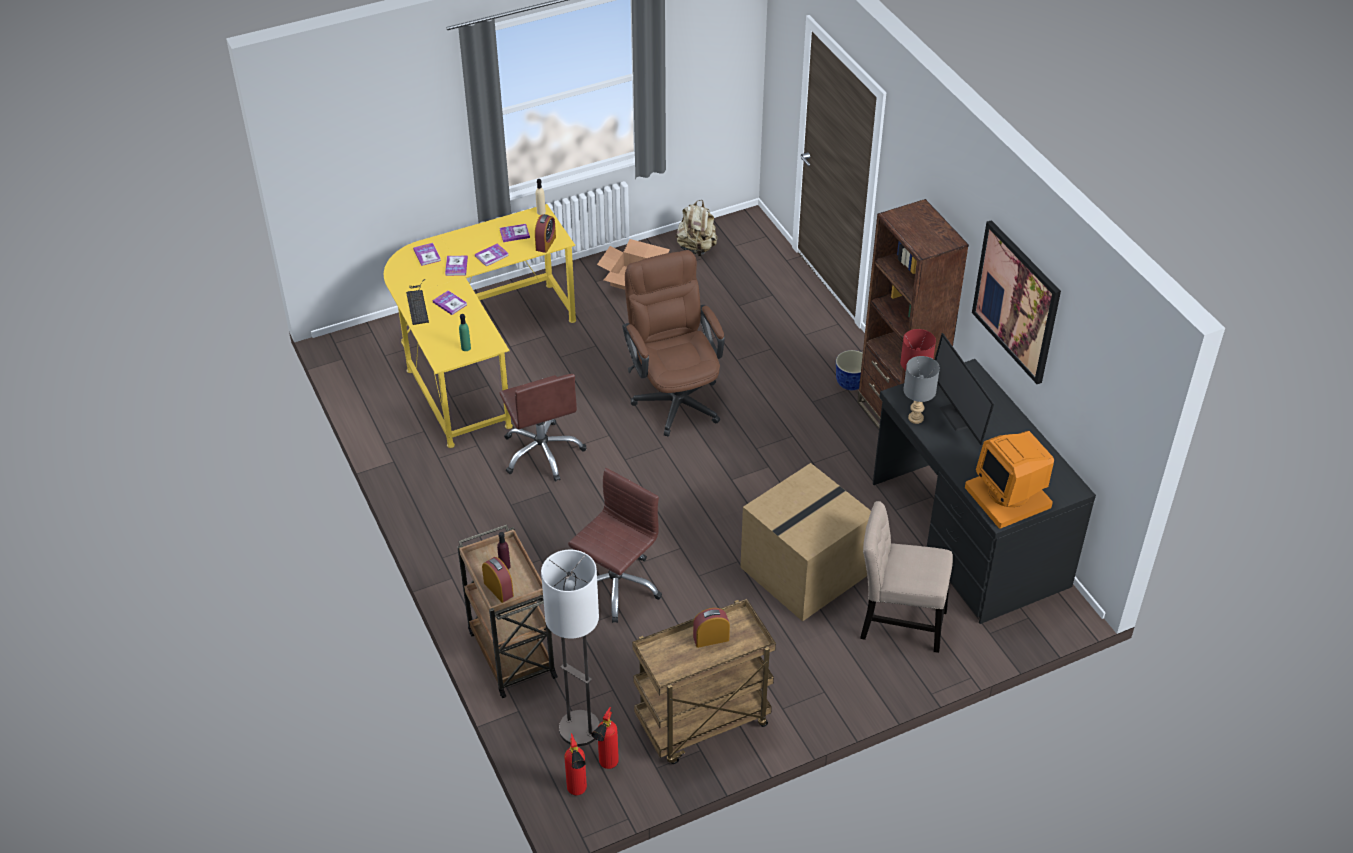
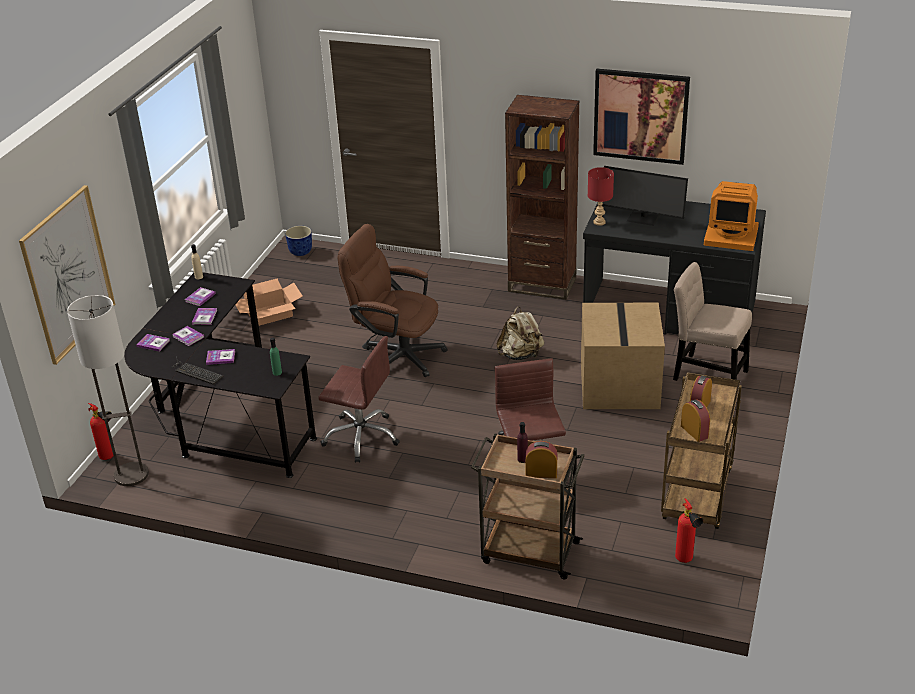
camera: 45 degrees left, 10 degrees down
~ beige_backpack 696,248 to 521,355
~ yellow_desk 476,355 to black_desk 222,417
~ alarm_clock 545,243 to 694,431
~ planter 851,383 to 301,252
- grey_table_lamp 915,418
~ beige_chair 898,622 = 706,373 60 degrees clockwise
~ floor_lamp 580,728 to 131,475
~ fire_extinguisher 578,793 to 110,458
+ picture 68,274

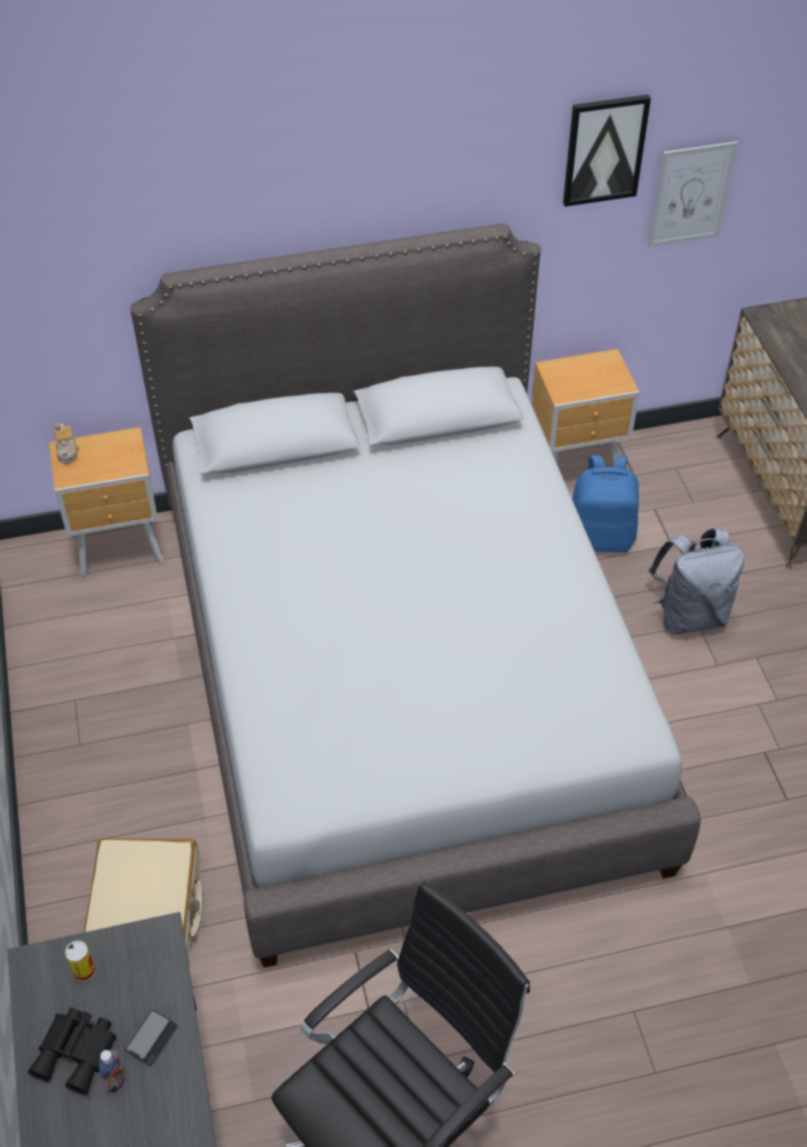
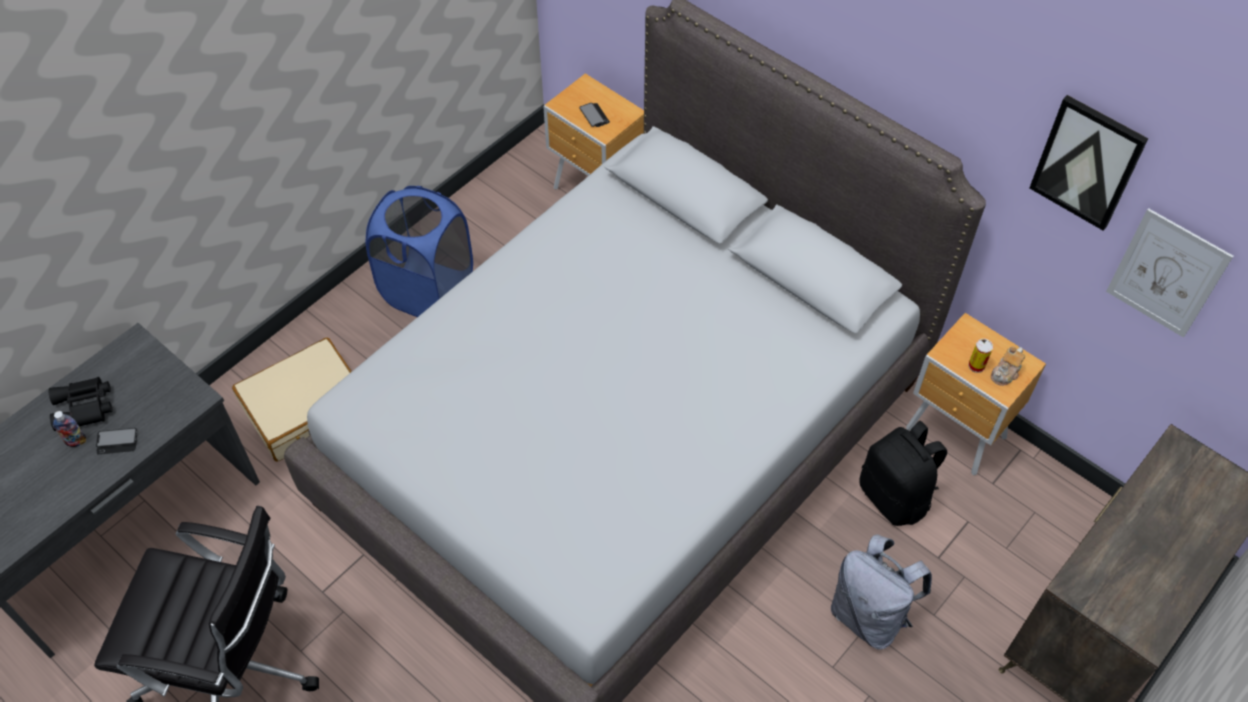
camera: 55 degrees right, 5 degrees up
~ teapot 67,452 to 1005,373
~ blue_backpack 600,537 to black_backpack 895,496
~ can 84,971 to 976,366
+ phone 594,115
+ blue_laundry_basket 428,291

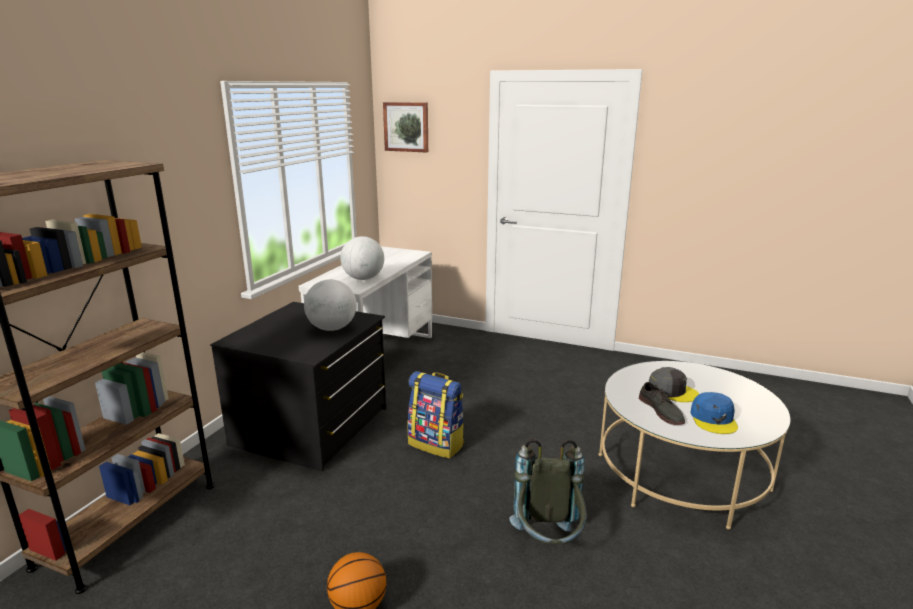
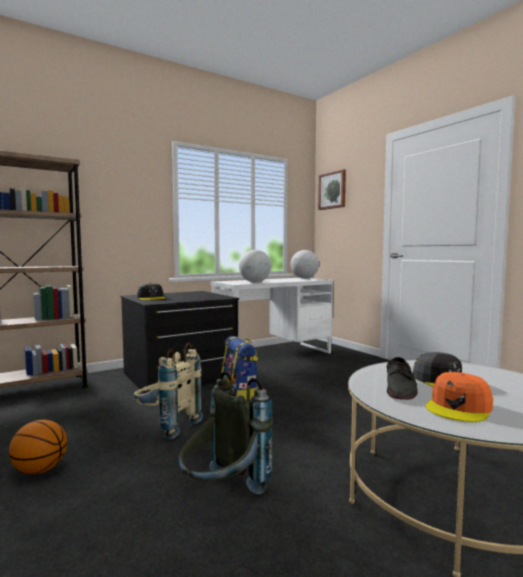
camera: 35 degrees right, 15 degrees down
~ globe 332,328 to 304,278
~ blue_cap 713,419 to orange_cap 459,407
+ grey_cap 151,298
+ beige_backpack 166,426

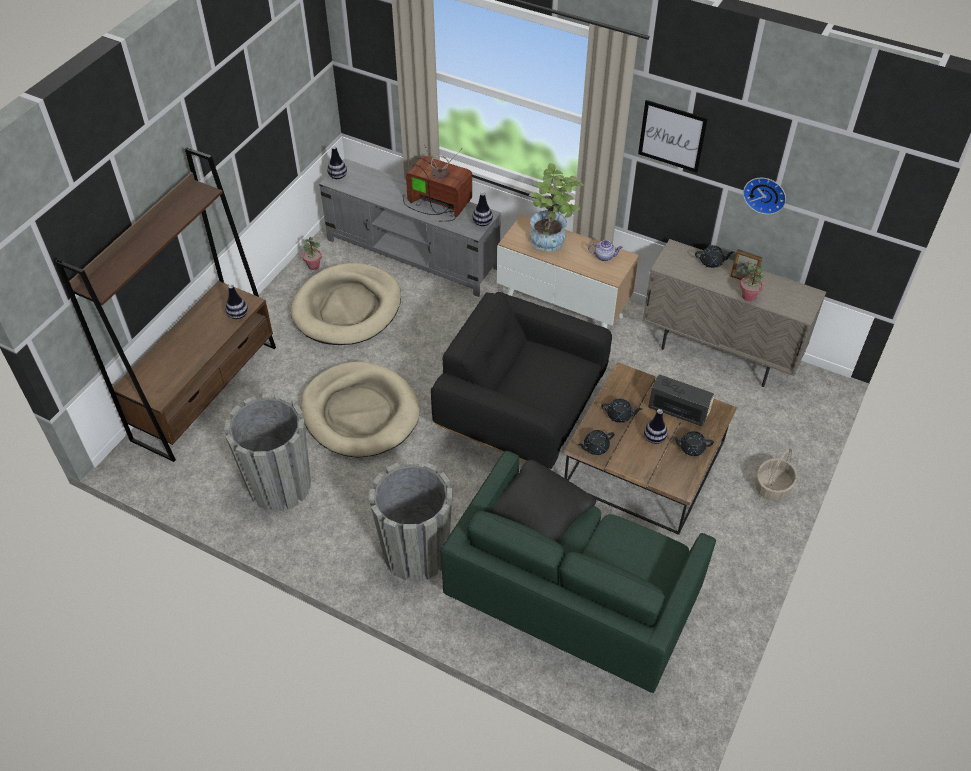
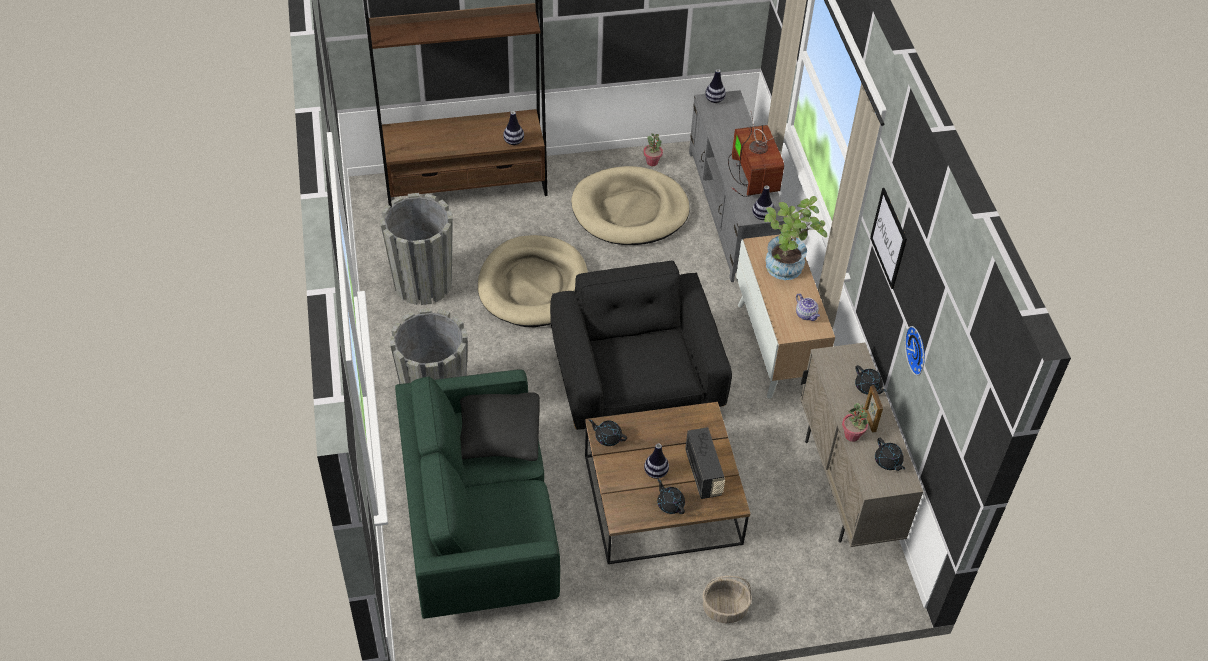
camera: 50 degrees right, 0 degrees up
~ black_teapot 620,415 to 888,462

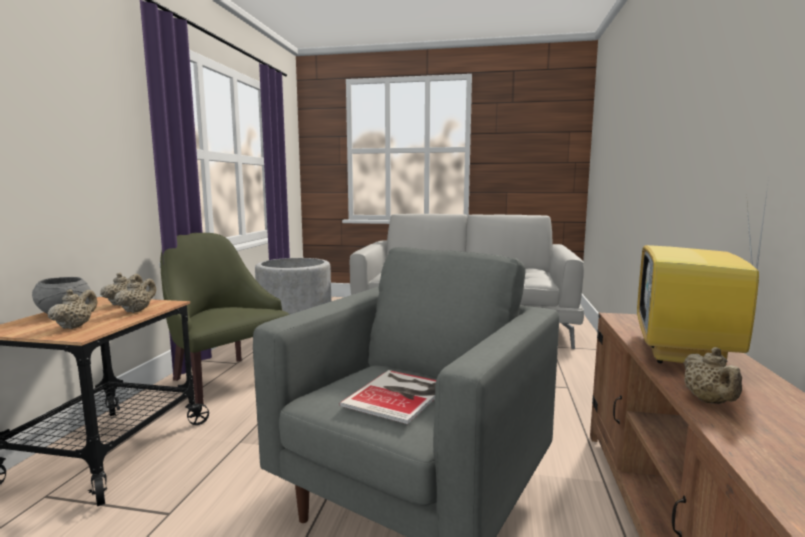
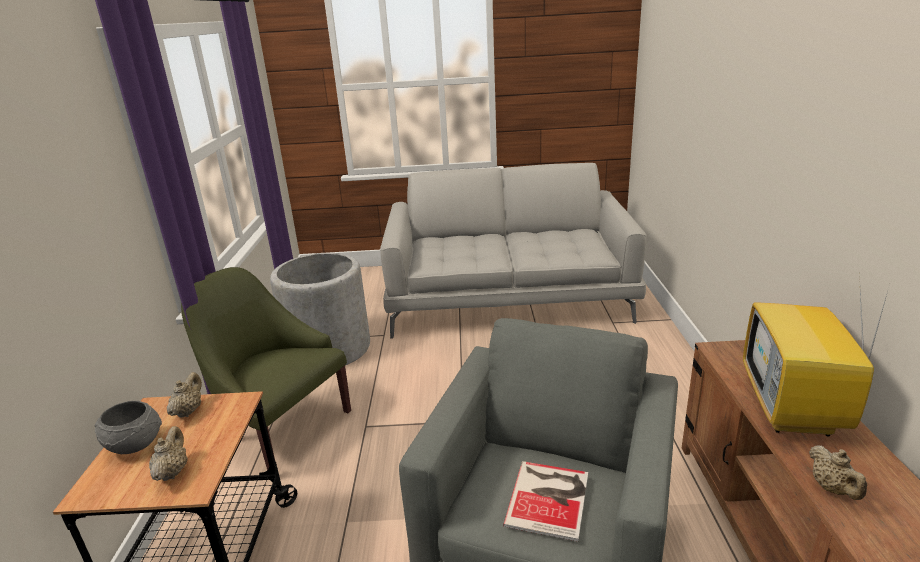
camera: 10 degrees left, 15 degrees up
- beige_teapot 137,310

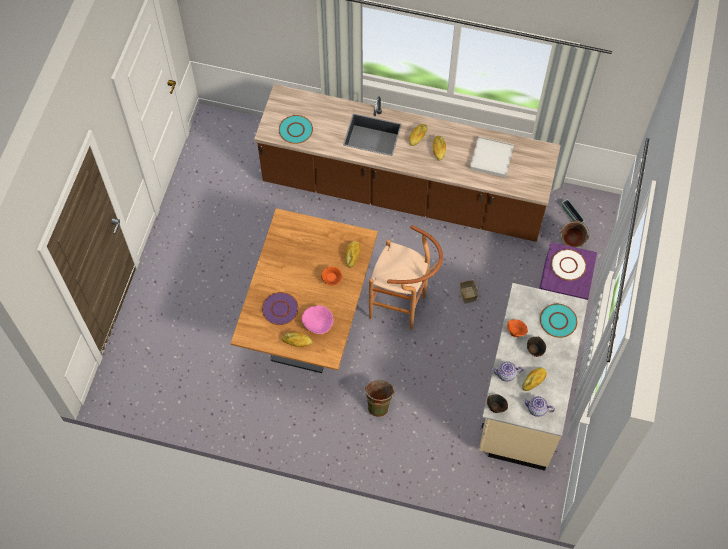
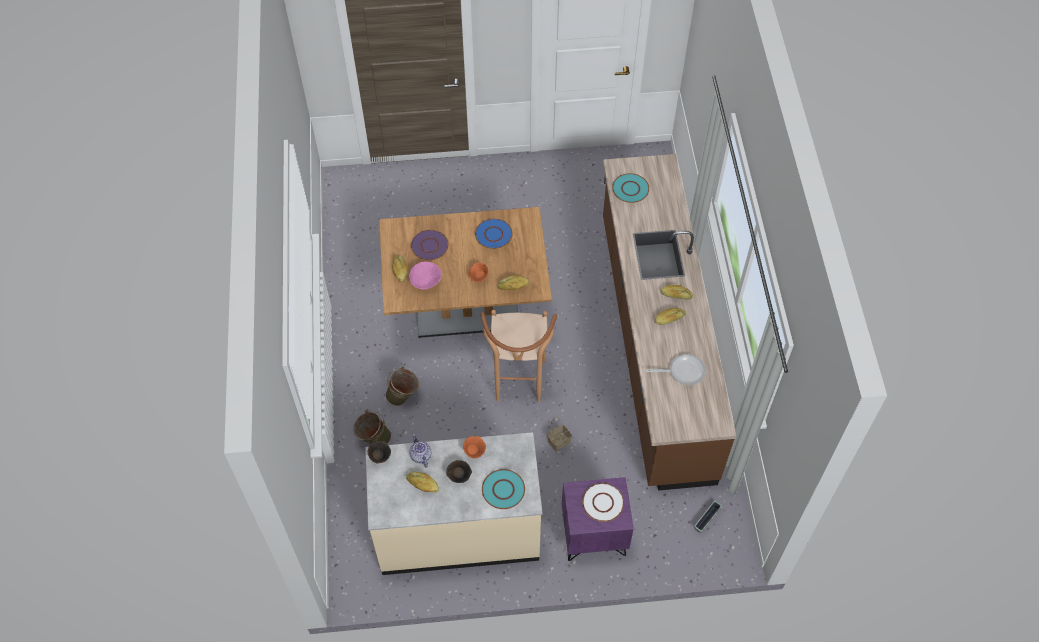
camera: 70 degrees right, 5 degrees down
~ white_tray 491,158 to frying_pan 683,371
~ green_bucket 570,245 to 373,439
- teapot 537,409
+ blue_plate 493,234

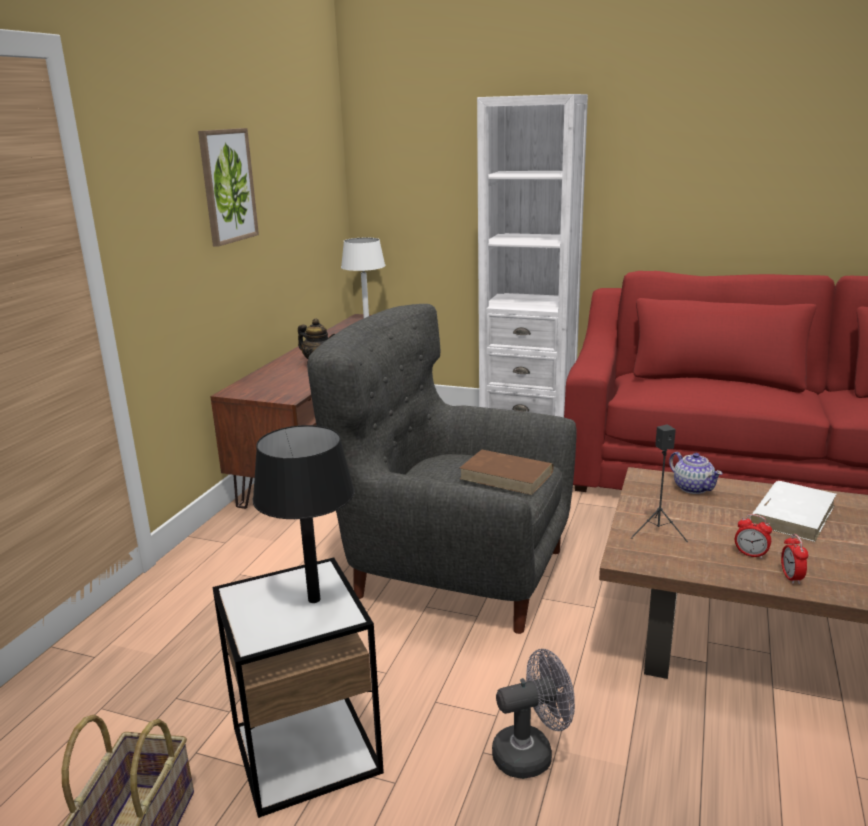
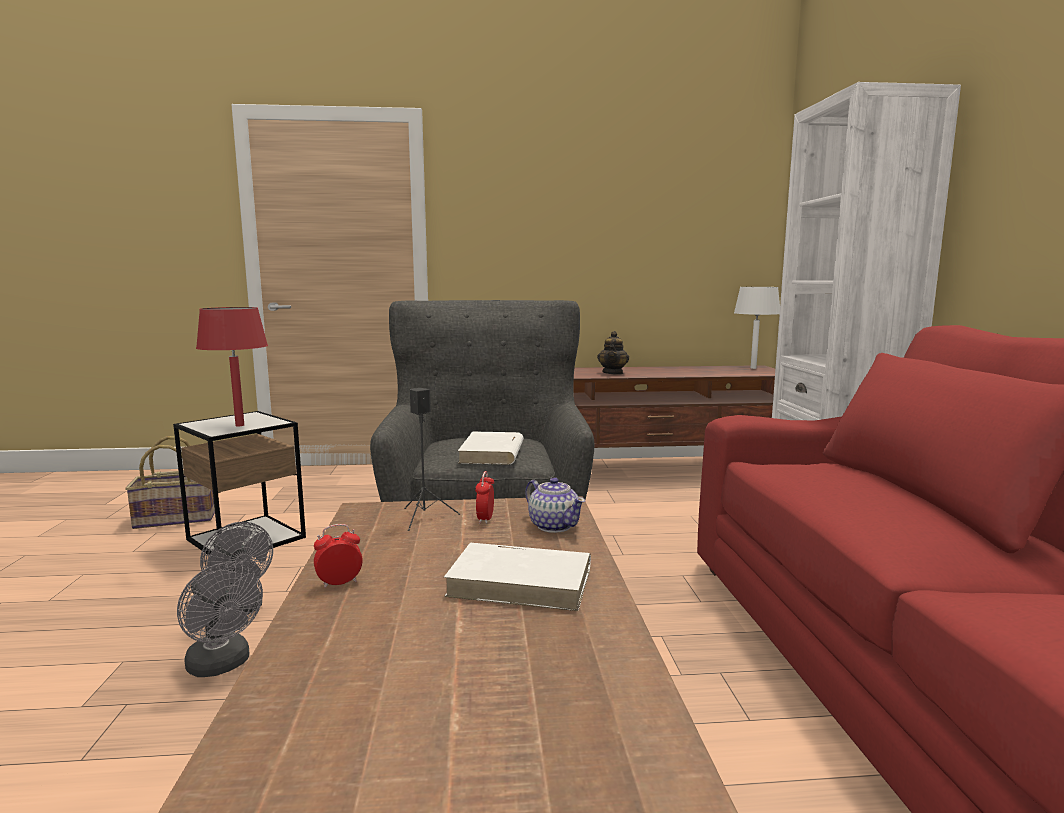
camera: 65 degrees right, 10 degrees down
- picture 227,186
~ black_table_lamp 314,600 to red_table_lamp 239,425
~ brown_book 507,476 to white_book 492,453
~ teapot 693,487 = 554,525 75 degrees counterclockwise
~ alarm_clock 750,554 to 485,519
+ grey_fan 222,665

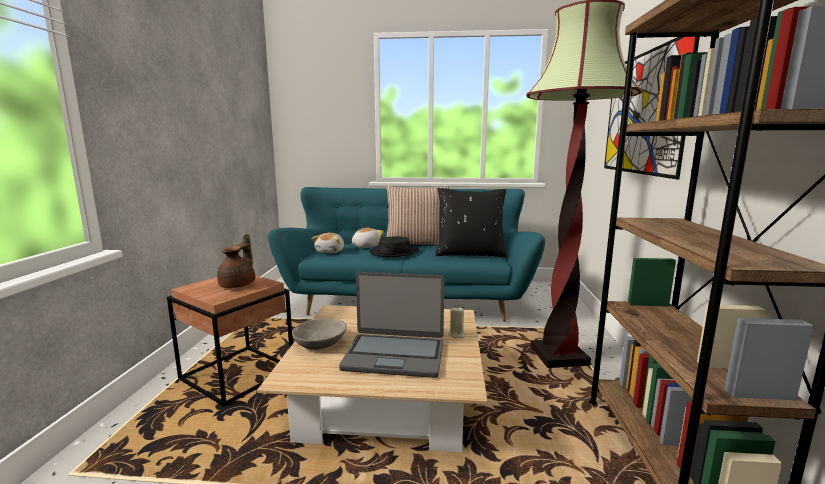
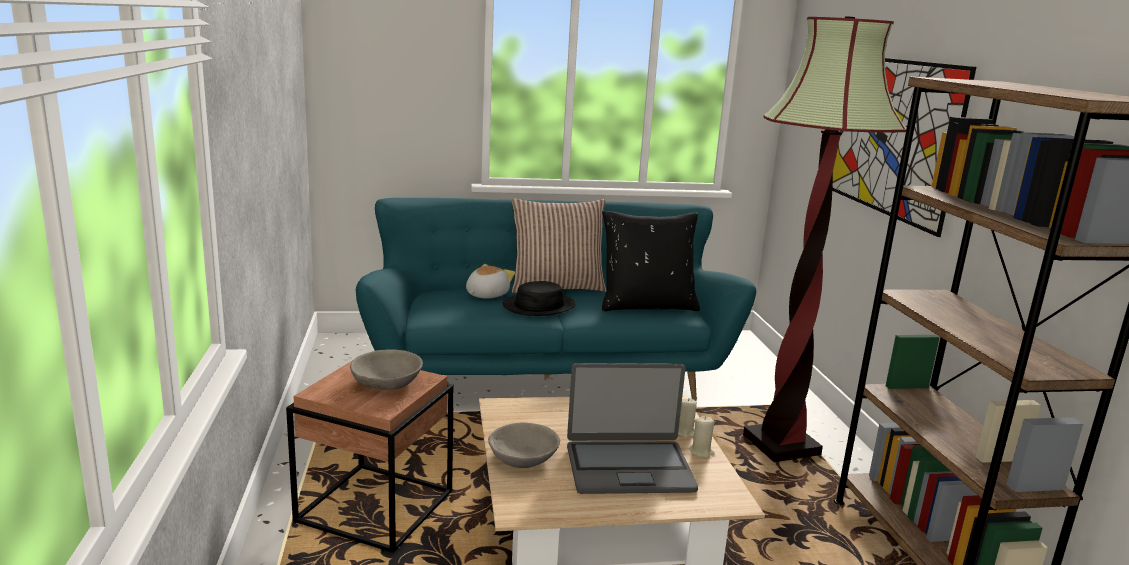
camera: 15 degrees left, 5 degrees up
- plush_toy 331,251
~ brown_teapot 239,284 to grey_bowl 387,382
+ beige_candle 701,452

